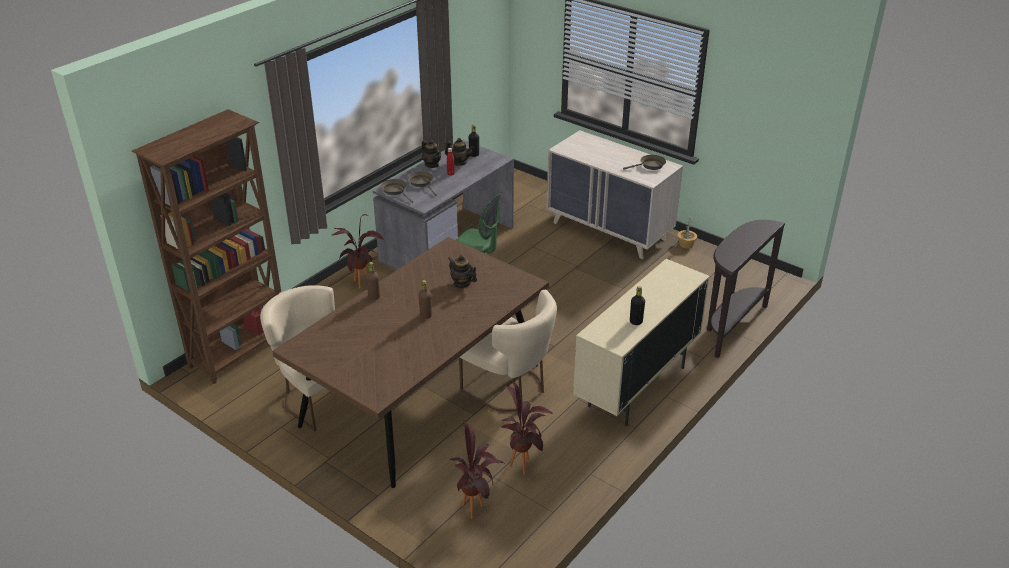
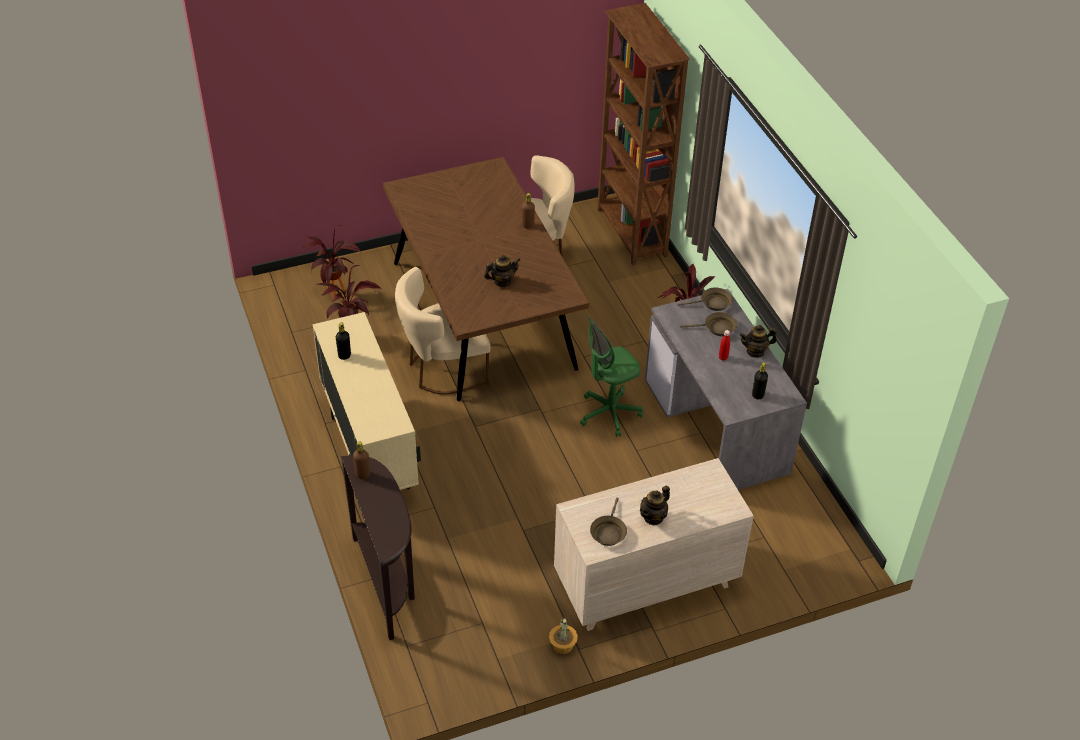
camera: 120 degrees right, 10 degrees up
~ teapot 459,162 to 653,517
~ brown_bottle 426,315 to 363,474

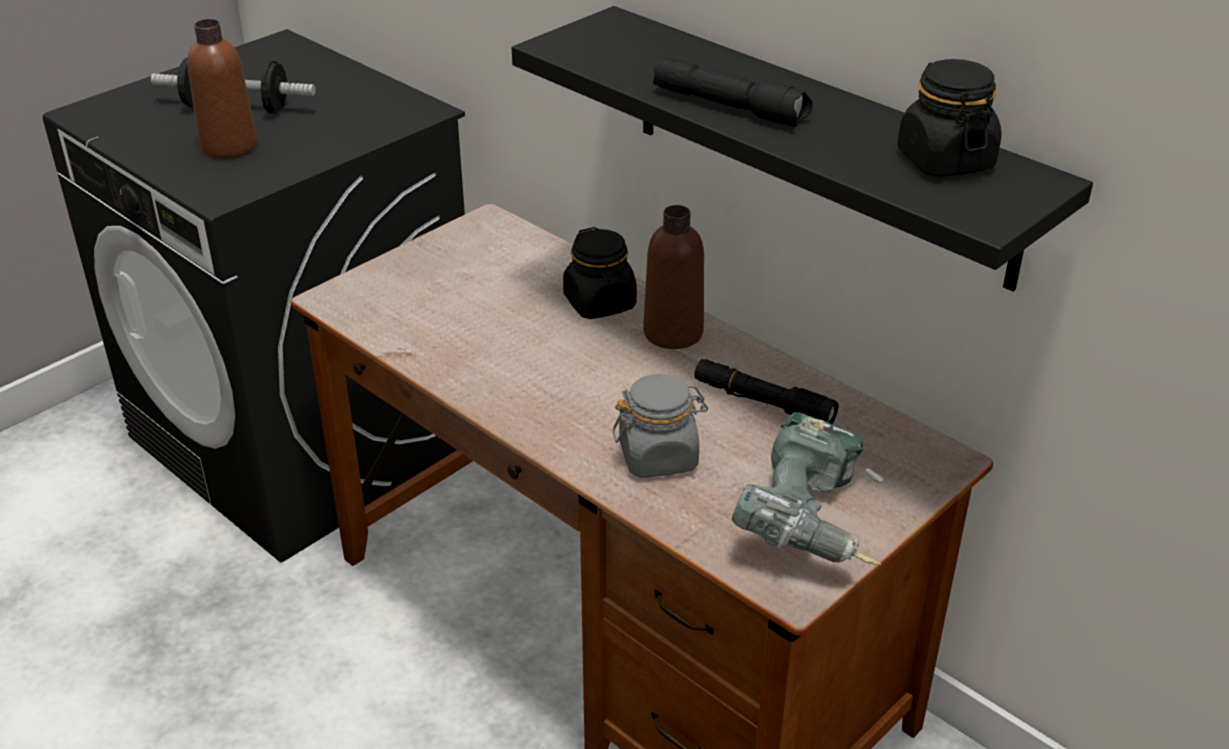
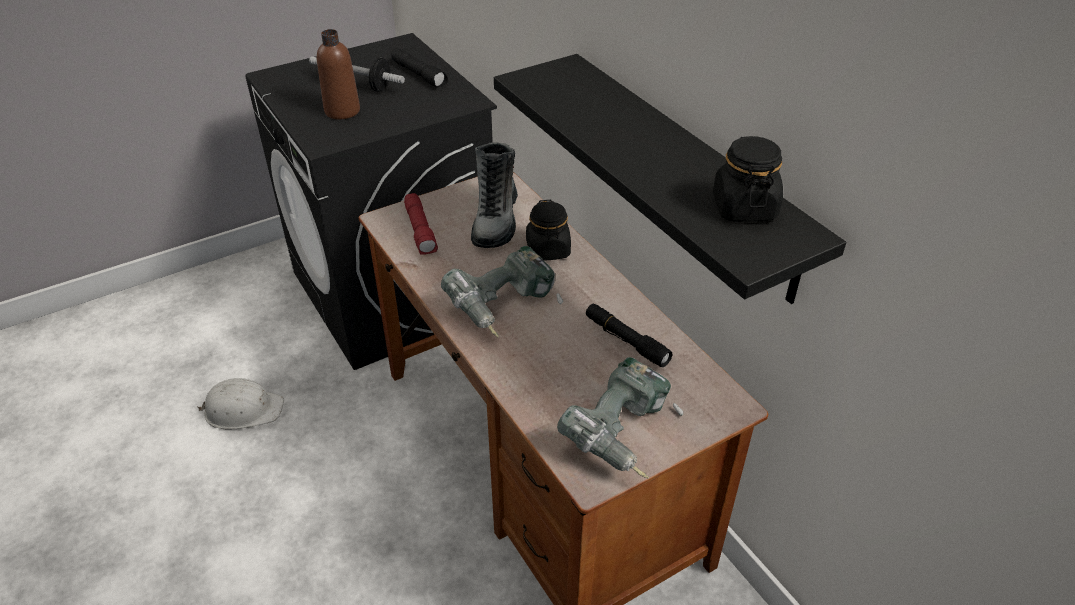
camera: 15 degrees right, 5 degrees up
~ black_flashlight 731,107 to 419,75
- brown_bottle 673,333
- grey_jar 658,456
+ boot 496,220
+ red_flashlight 421,231
+ power_drill 505,309
+ white_hard_hat 243,409

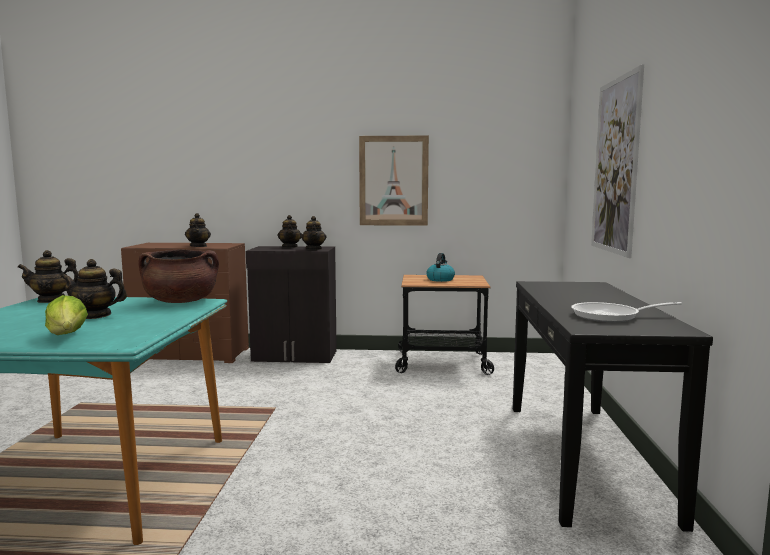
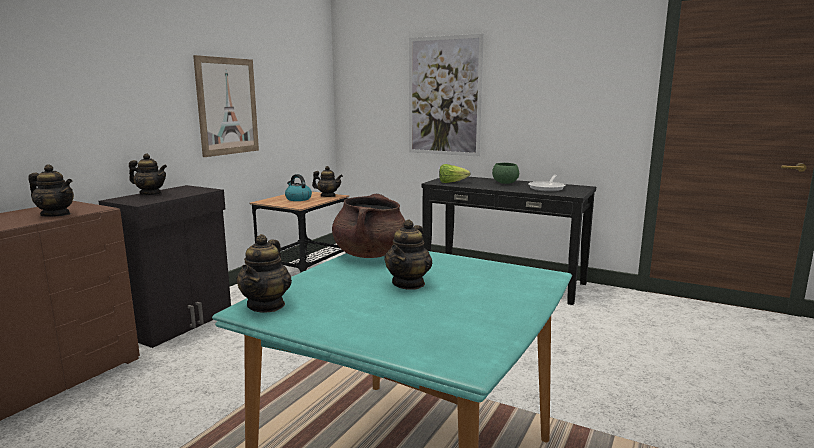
camera: 65 degrees left, 5 degrees up
~ teapot 314,249 to 328,196
~ lettuce 67,336 to 451,183
+ green_bowl 505,183

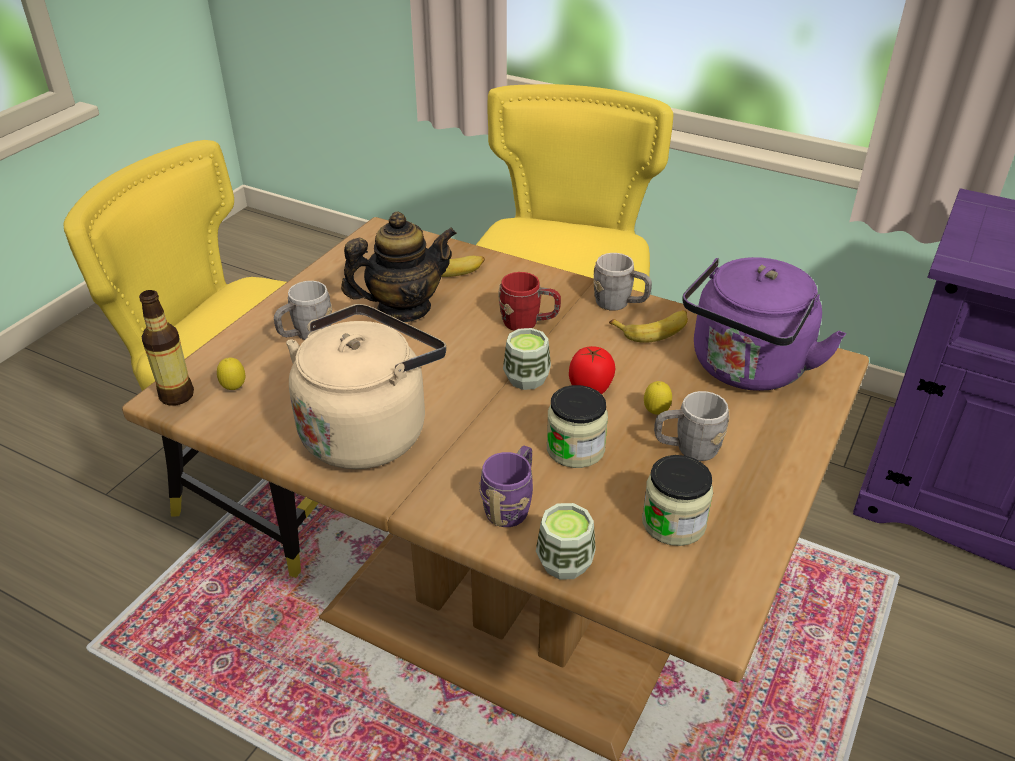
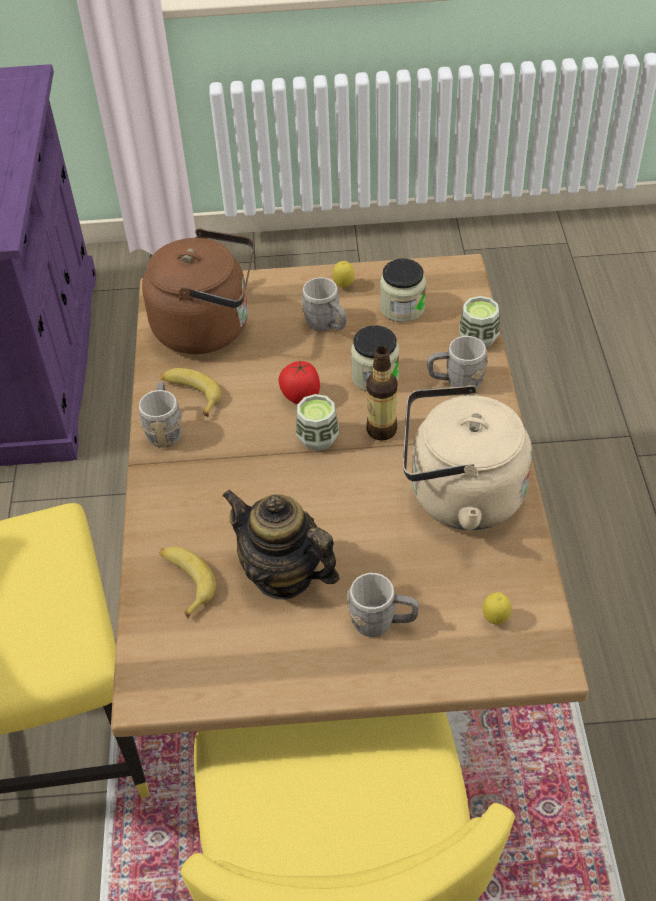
camera: 120 degrees left, 10 degrees up
~ purple_kettle 746,369 to brown_kettle 208,327
- red_mug 528,323
~ bottle 176,395 to 381,430
~ lemon 655,413 to 344,286
~ purple_mug 511,505 to grey_mug 456,382

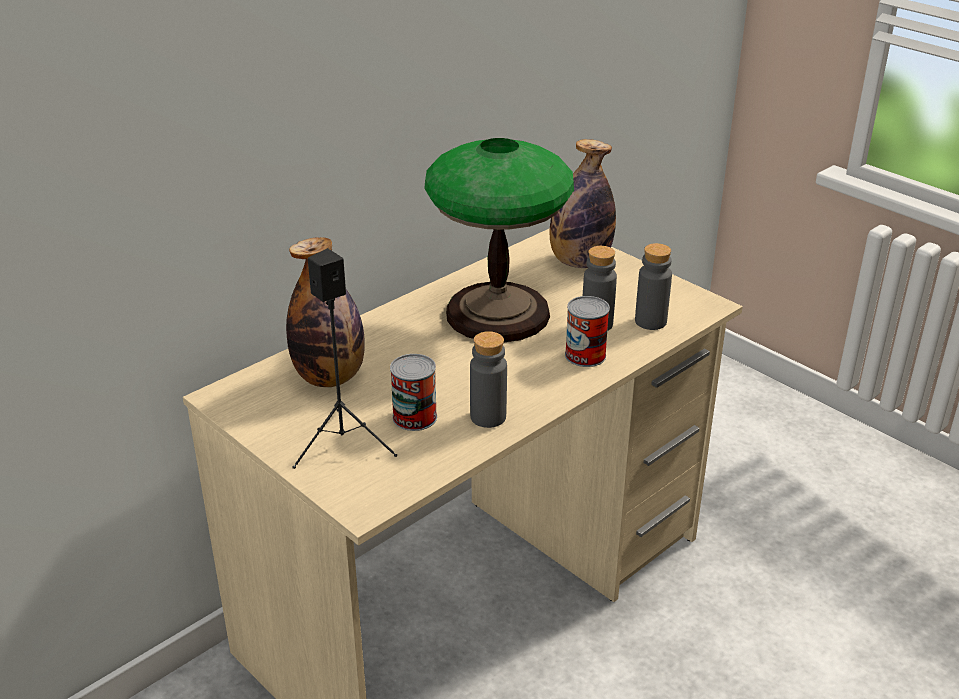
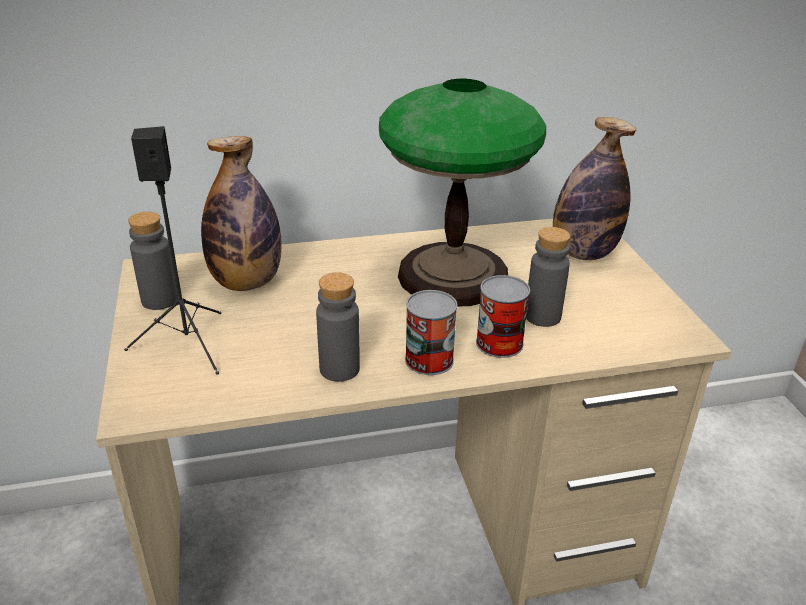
camera: 30 degrees right, 0 degrees up
~ grey_bottle 650,321 to 159,300
~ can 414,417 to 429,360

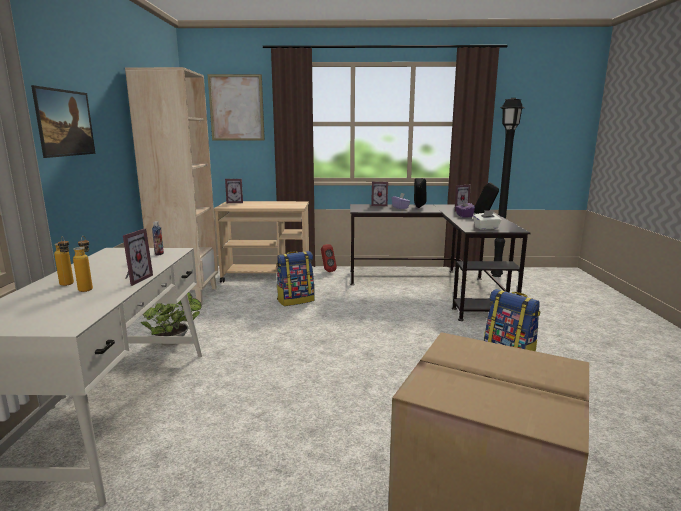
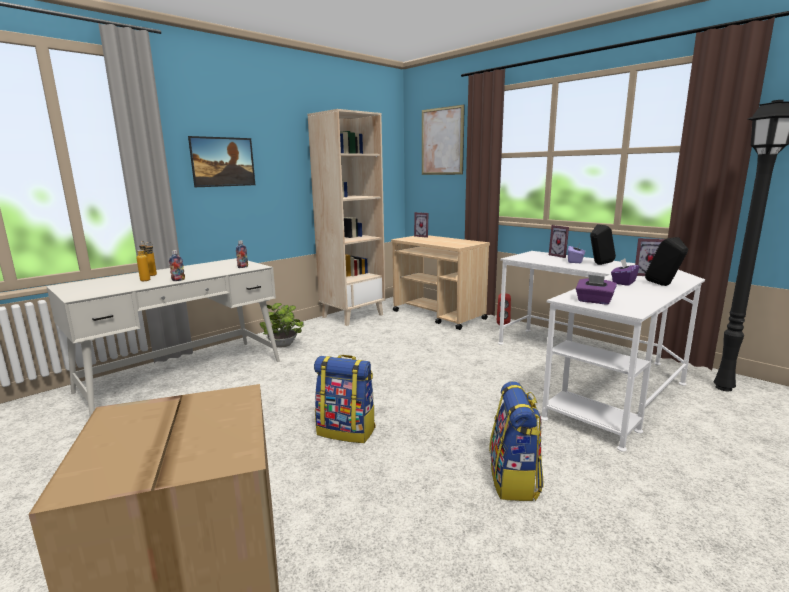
camera: 45 degrees right, 0 degrees up
~ black_desk 435,287 to white_desk 592,373
~ white_tissue_box 486,228 to purple_tissue_box 594,301
~ picture_frame 134,279 to bottle 178,280
~ backpack 296,300 to 347,431

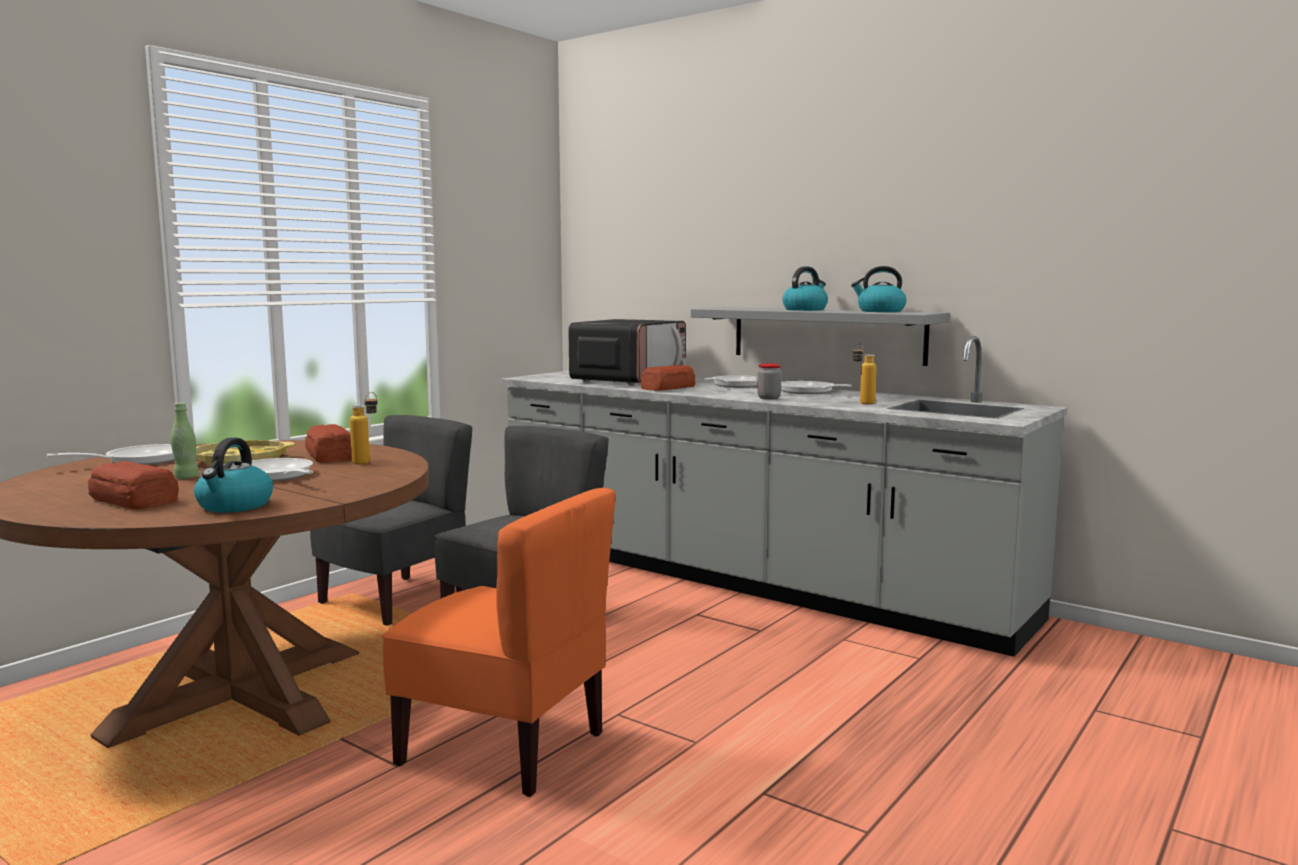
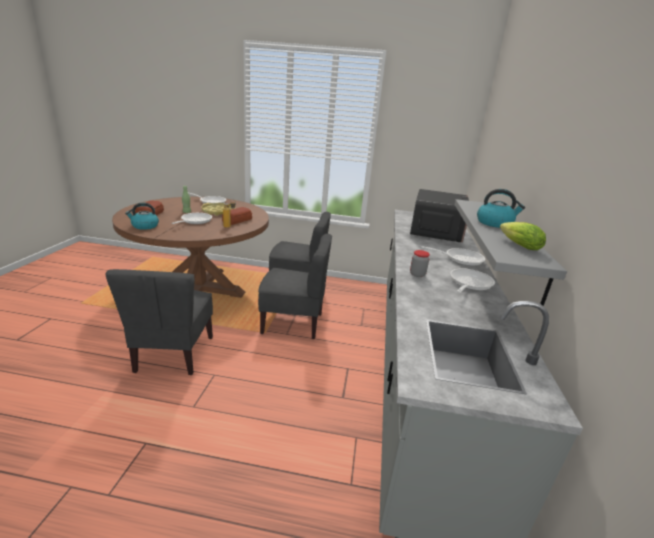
camera: 60 degrees right, 15 degrees up
~ kettle 880,311 to lettuce 517,245
~ microwave 629,380 = 435,232 75 degrees counterclockwise
- bottle 862,403
- bread 669,388
~ orange_chair 504,748 to grey_chair 173,354

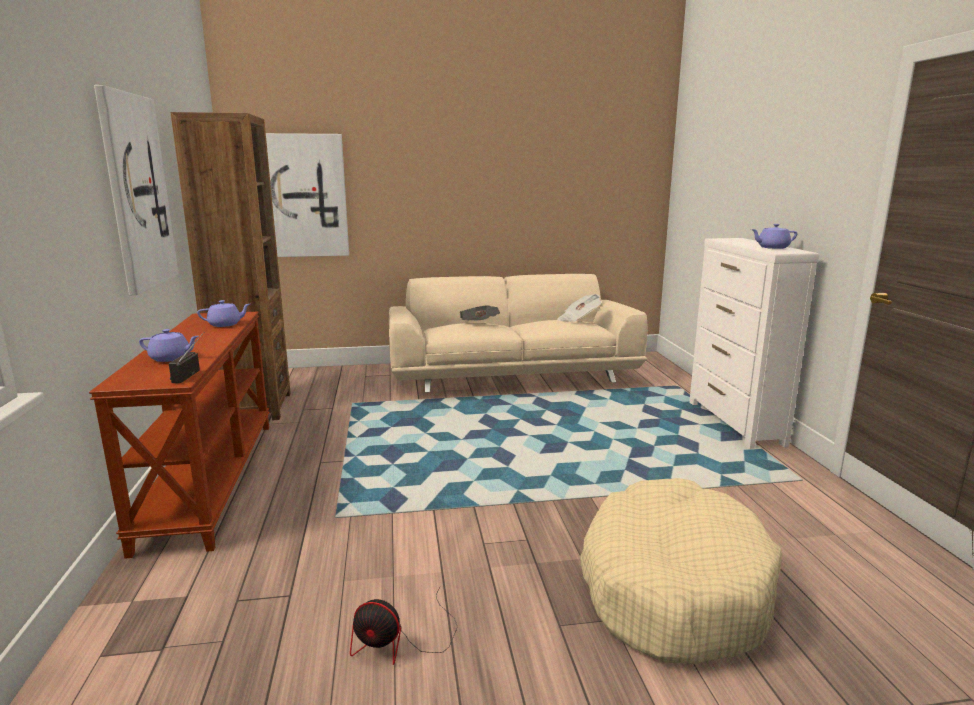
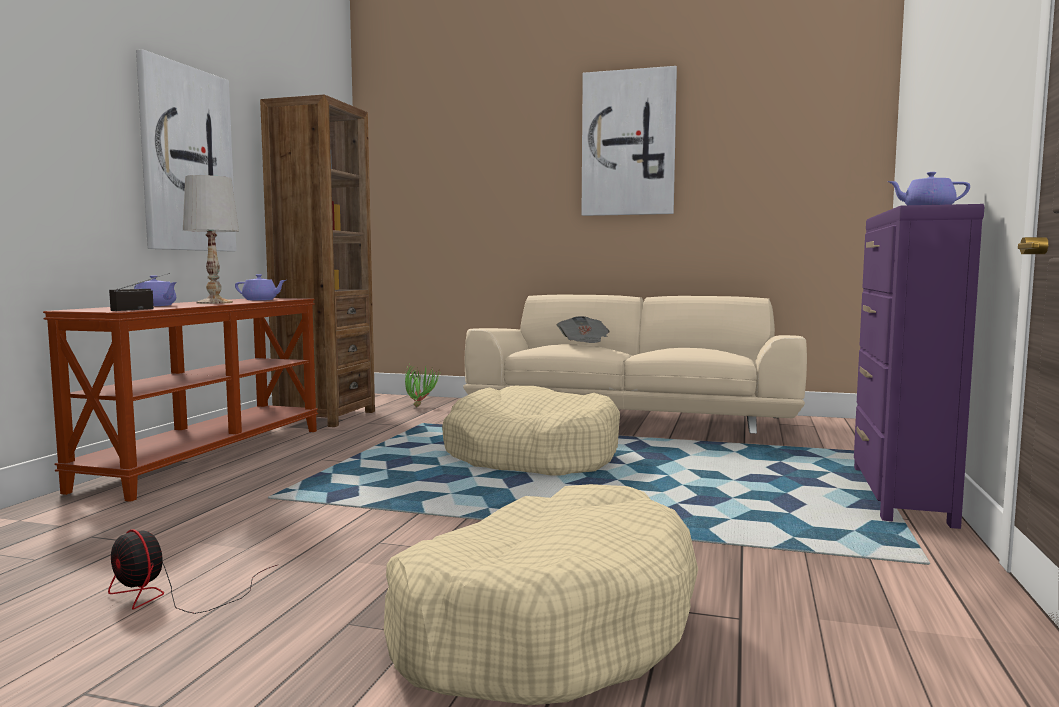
camera: 25 degrees right, 10 degrees down
~ picture 306,196 to 628,143
~ white_dresser 735,423 to purple_dresser 900,495
- newspaper 578,319
+ white_table_lamp 214,302
+ potted_plant 420,406
+ beige_dog_bed 531,455

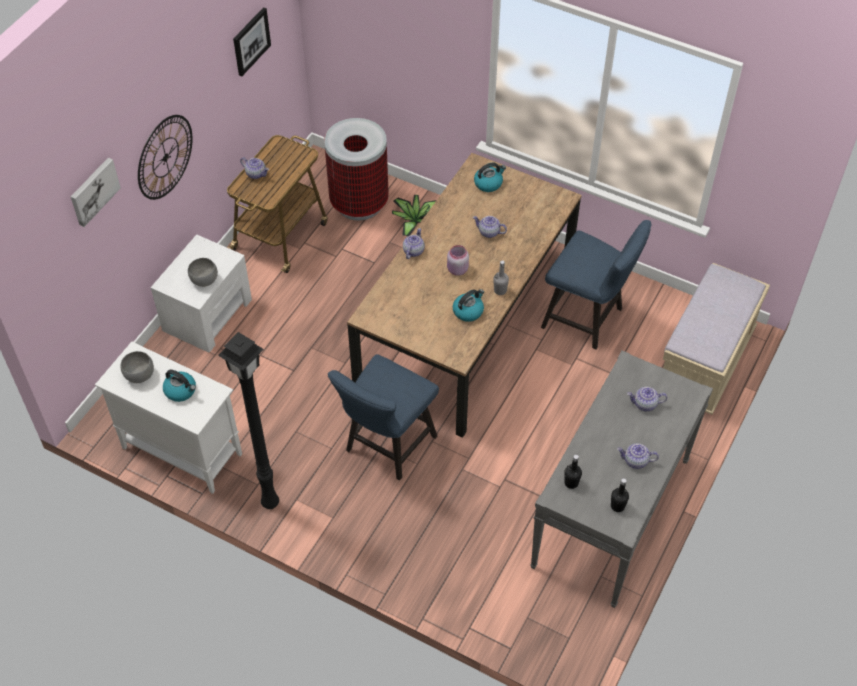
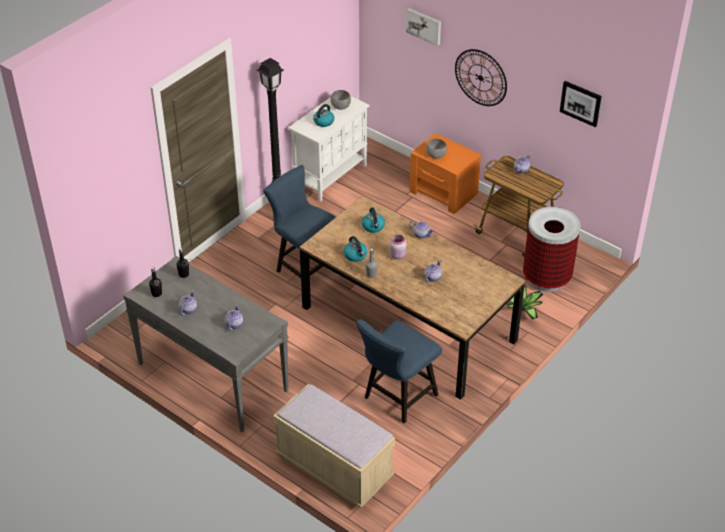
camera: 100 degrees right, 10 degrees down
~ kettle 488,183 to 373,227
~ white_nightstand 208,314 to orange_nightstand 443,192

